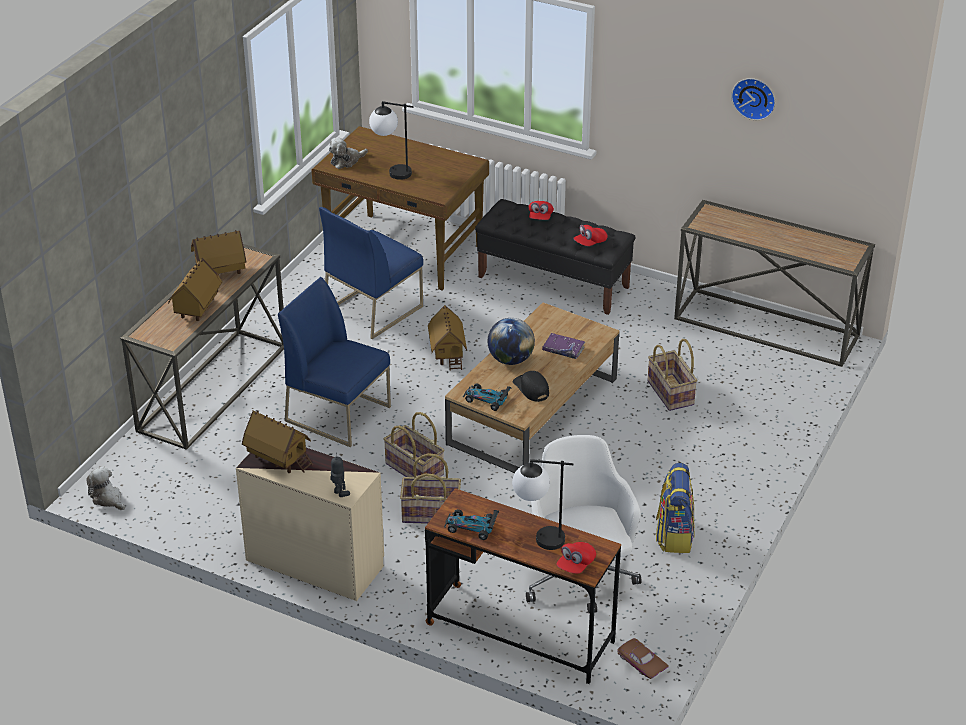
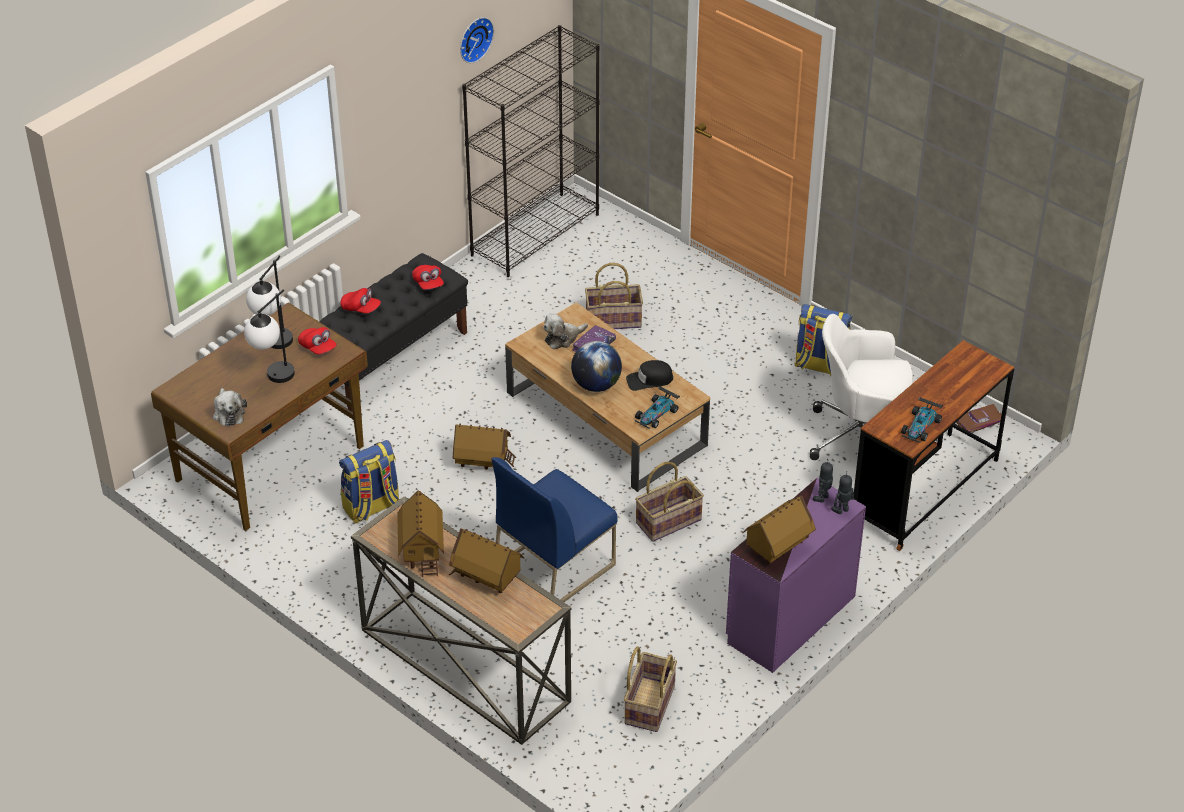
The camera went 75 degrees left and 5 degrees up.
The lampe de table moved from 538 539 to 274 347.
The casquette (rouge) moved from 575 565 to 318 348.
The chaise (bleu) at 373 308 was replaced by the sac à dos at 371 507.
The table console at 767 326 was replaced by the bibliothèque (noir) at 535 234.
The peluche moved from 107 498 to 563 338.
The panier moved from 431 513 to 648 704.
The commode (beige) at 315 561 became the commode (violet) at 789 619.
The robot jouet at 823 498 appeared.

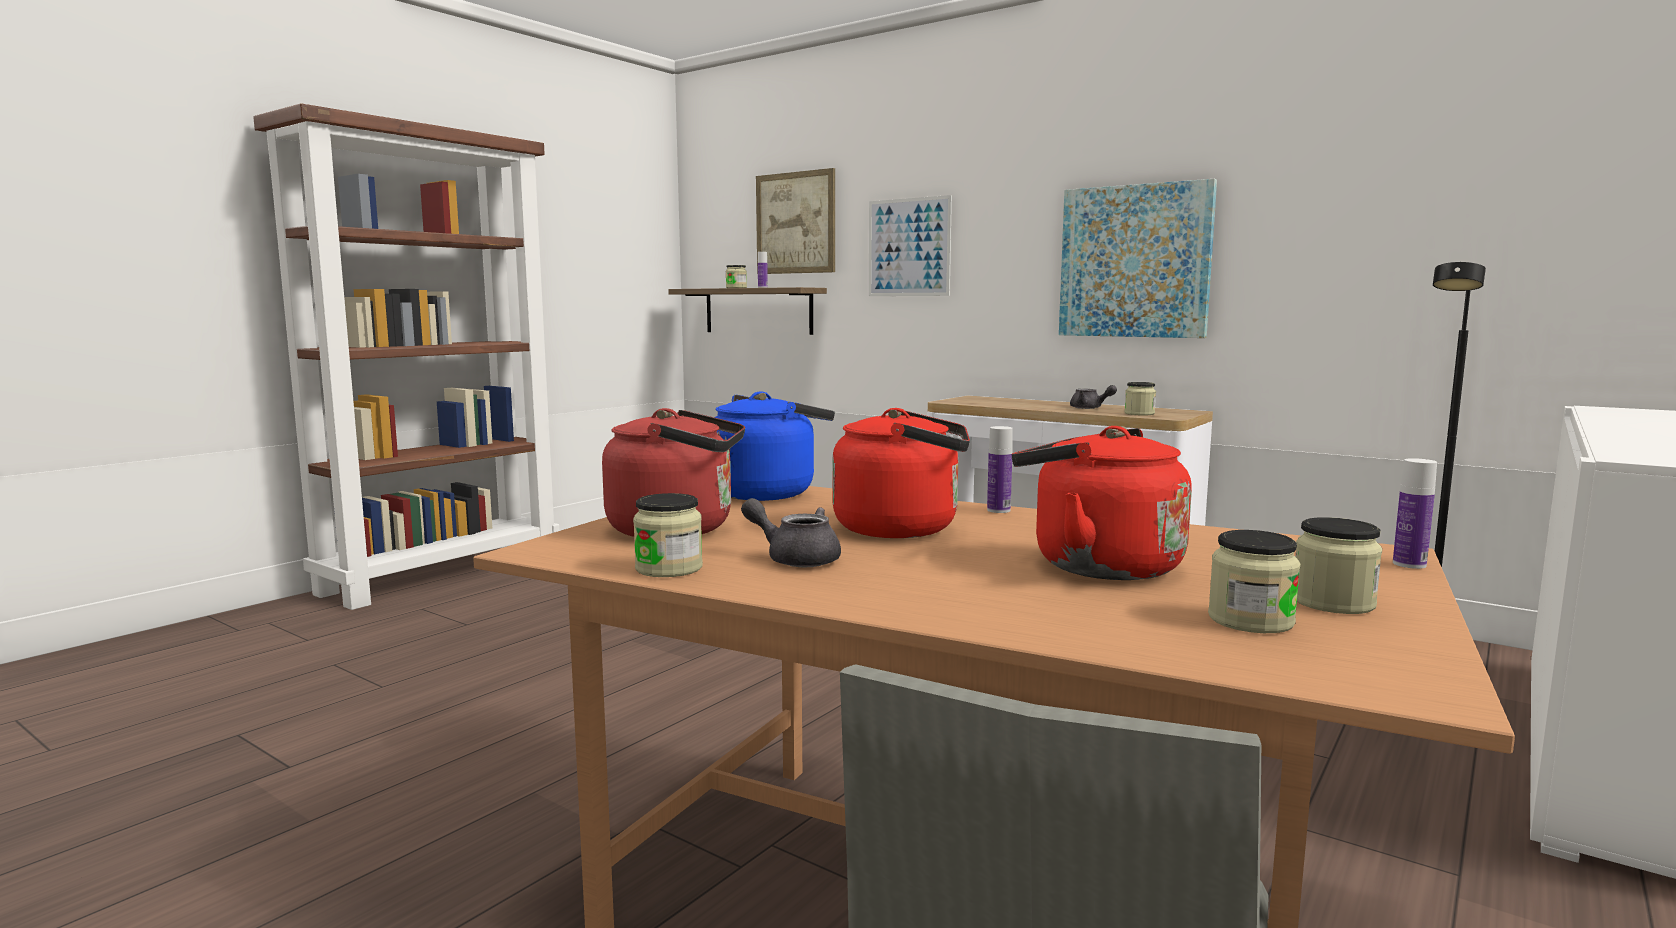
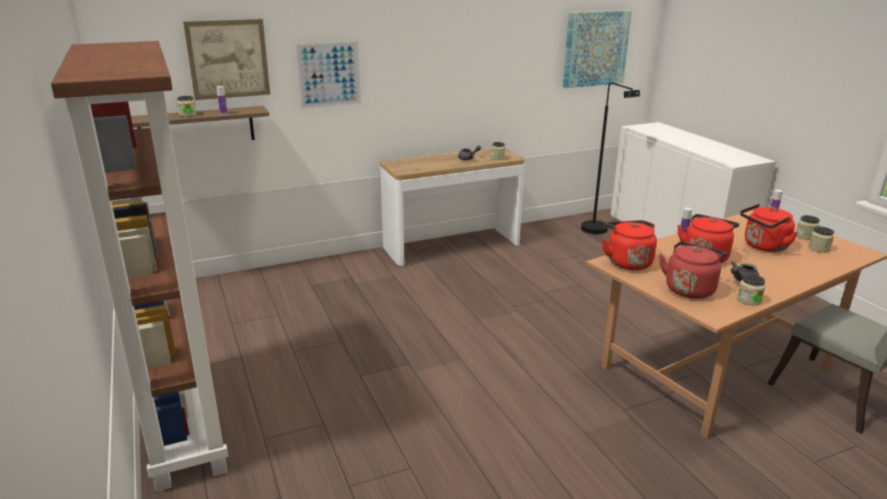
The camera went 60 degrees left and 15 degrees up.
The tableau moved from 1135 261 to 595 48.
The bouilloire (bleu) at 767 493 became the bouilloire (rouge) at 627 262.

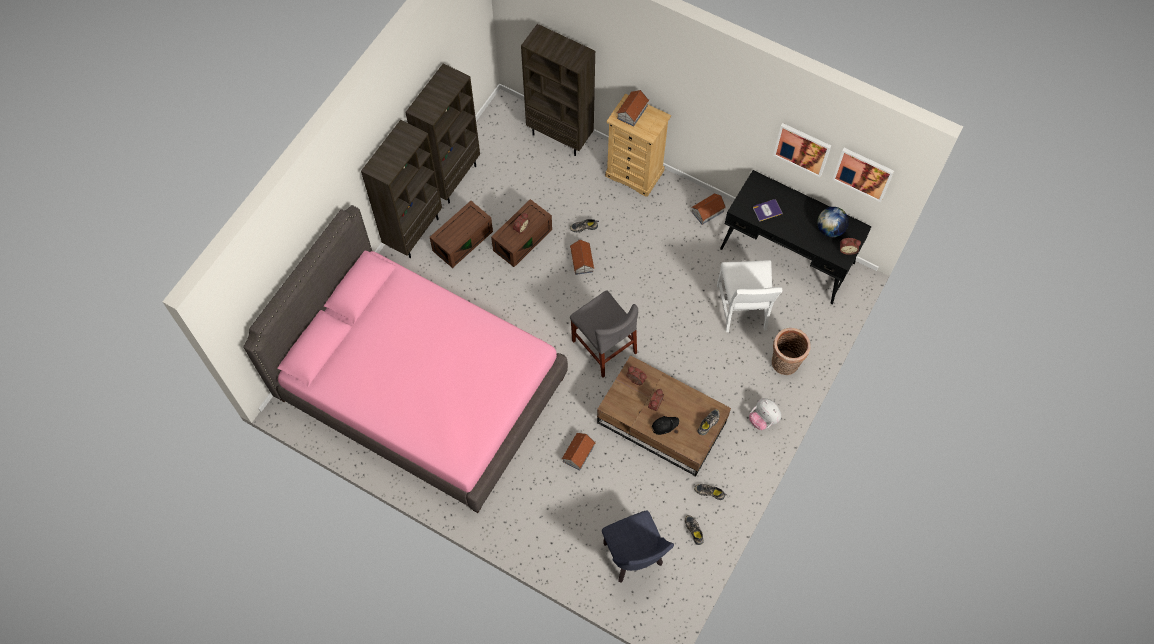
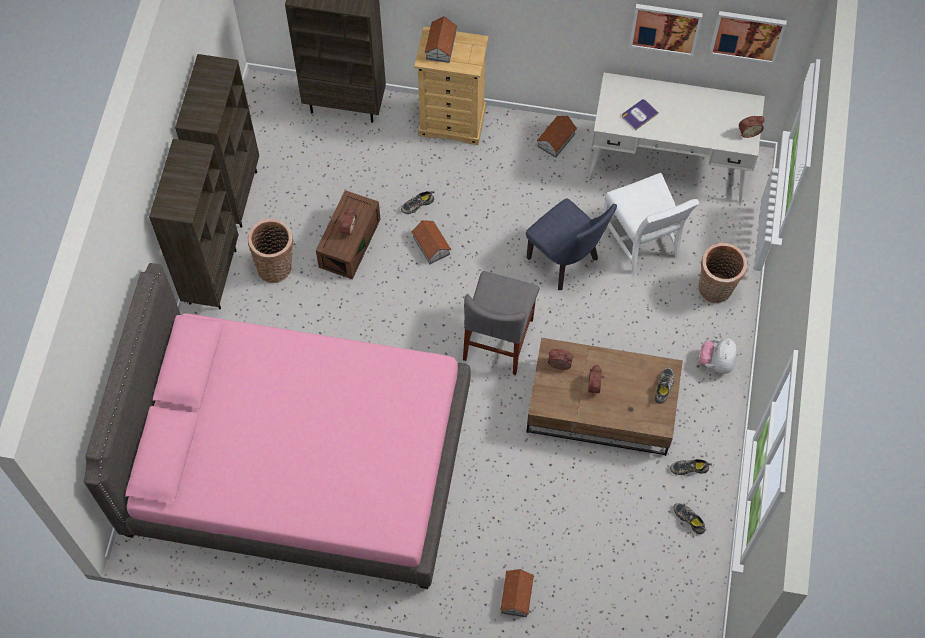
The camera went 20 degrees left and 0 degrees up.
The boîte de rangement (marron) at 462 240 was replaced by the panier at 276 266.
The chaise (gris) at 604 347 turned 75 degrees clockwise.
The maison miniature moved from 578 453 to 516 596.
The chaise (bleu) moved from 634 559 to 566 262.
The bureau (noir) at 787 256 became the bureau (blanc) at 668 163.
The peluche at 763 419 turned 75 degrees clockwise.
The casquette (noir) at 664 425 disappeared.
The globe at 830 229 disappeared.

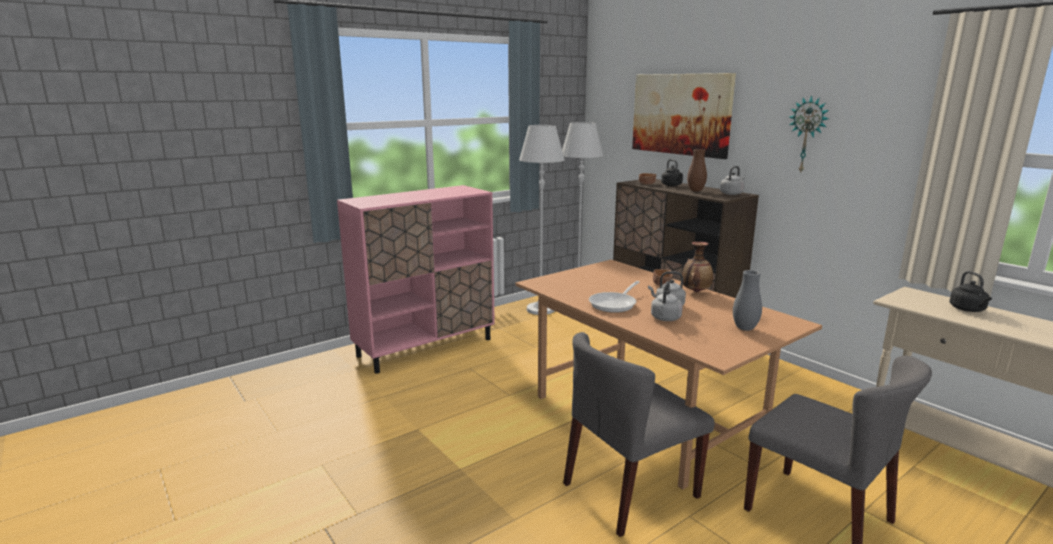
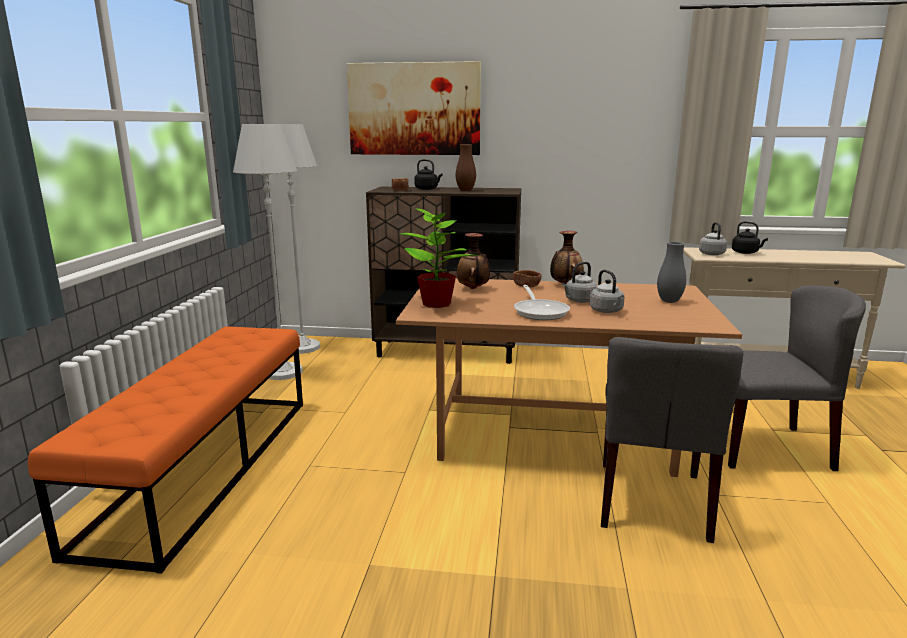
The camera went 45 degrees left and 0 degrees up.
The meuble de rangement (rose) at 426 347 was replaced by the banc (orange) at 205 466.
The plante en pot at 437 304 appeared.
The vase at 473 288 appeared.
The bouilloire (gris) moved from 732 193 to 711 253.
The horloge murale at 807 135 disappeared.

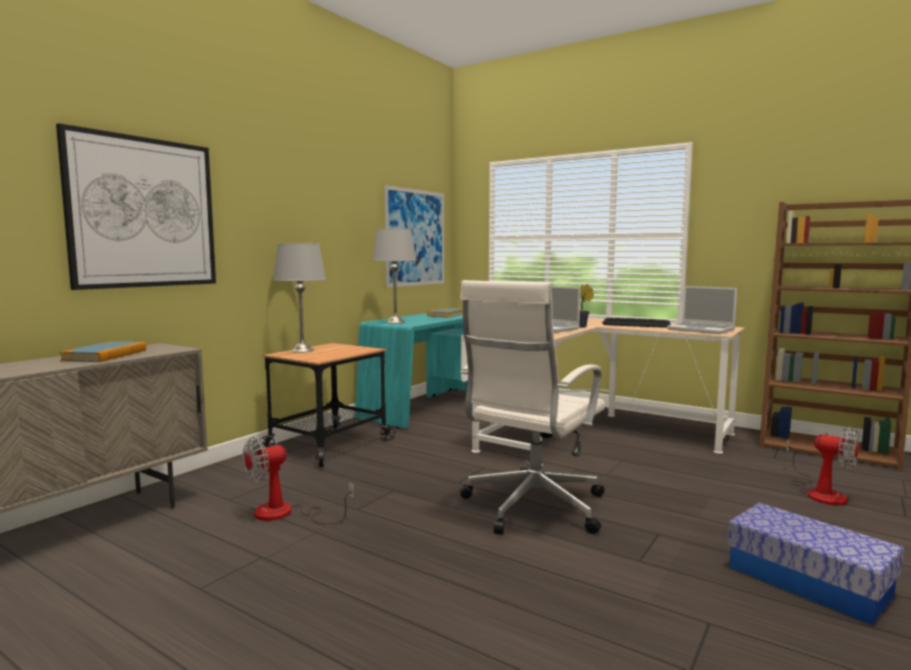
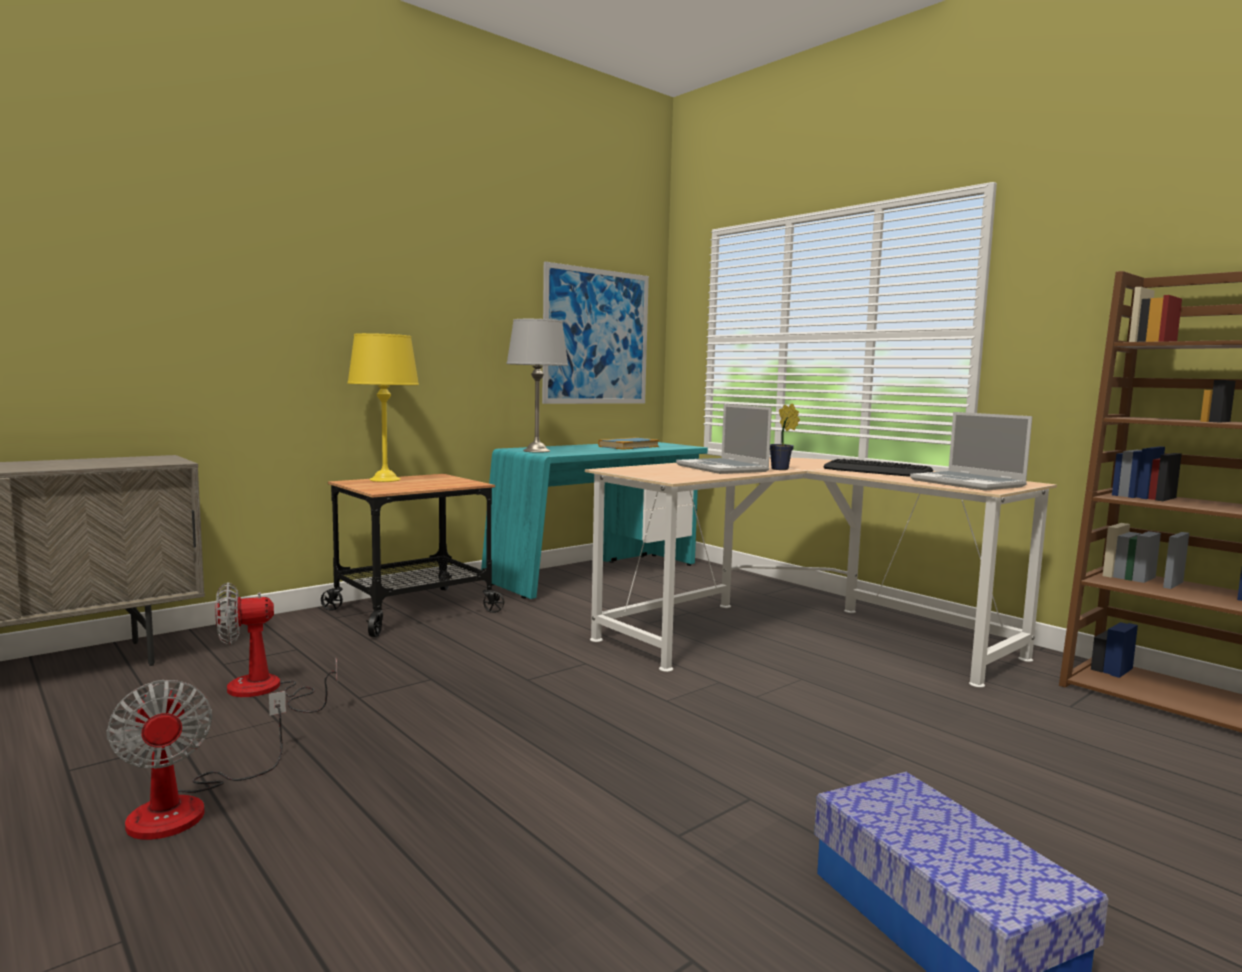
The camera went 15 degrees right and 0 degrees up.
The ventilateur moved from 820 493 to 189 805.
The lampe de table (gris) at 301 350 became the lampe de table (jaune) at 384 479.
The tableau at 143 213 disappeared.
The livre at 105 355 disappeared.
The chaise de bureau (blanc) at 531 507 disappeared.

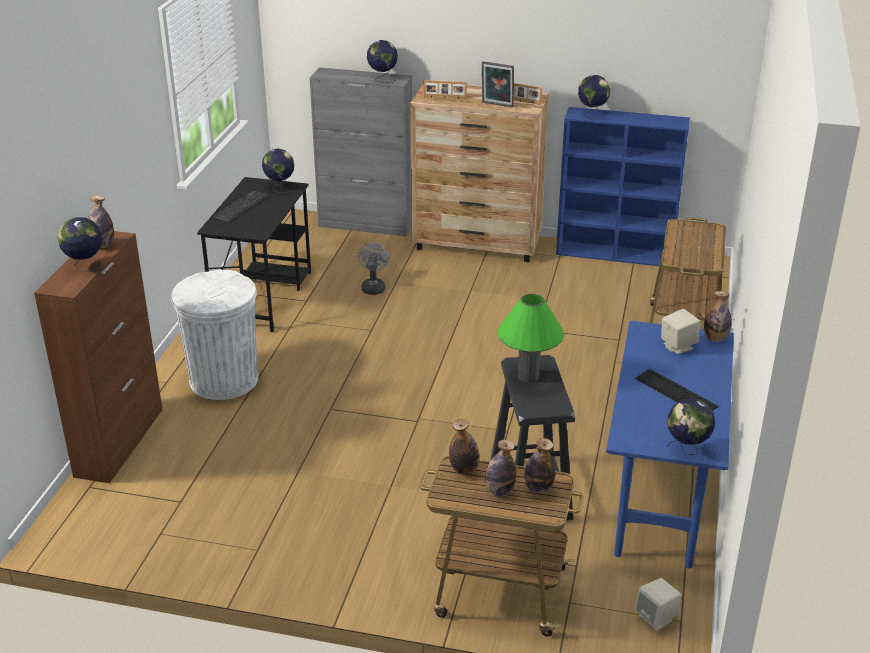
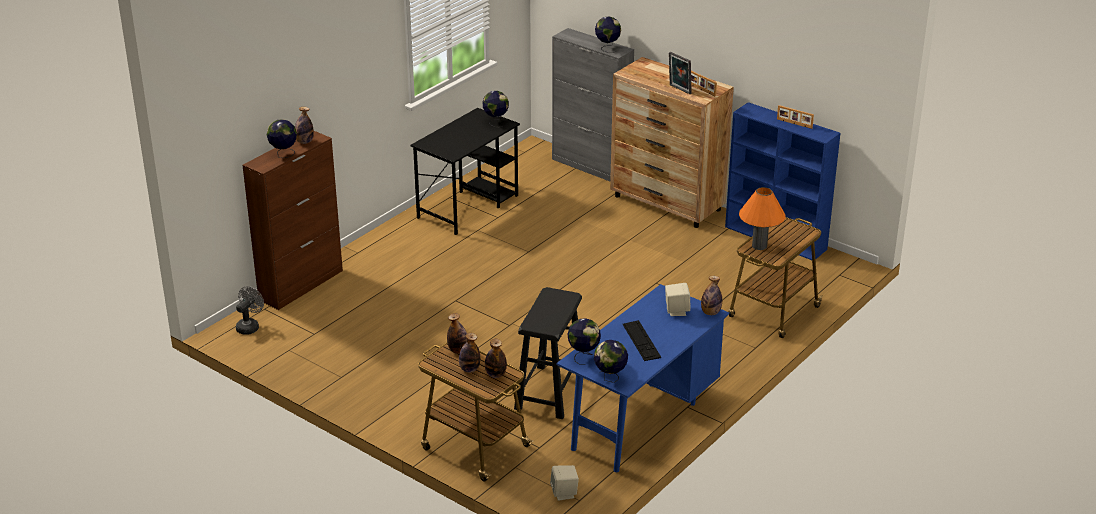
The camera went 25 degrees right and 0 degrees up.
The ventilateur (gris) moved from 373 287 to 249 326.
The globe moved from 592 114 to 583 356.
The lampe de table (orange) at 759 246 appeared.
The cadre photo moved from 445 98 to 794 124.
The poubelle (blanc) at 223 380 disappeared.
The clavier at 241 207 disappeared.
The lampe de table (vert) at 528 376 disappeared.

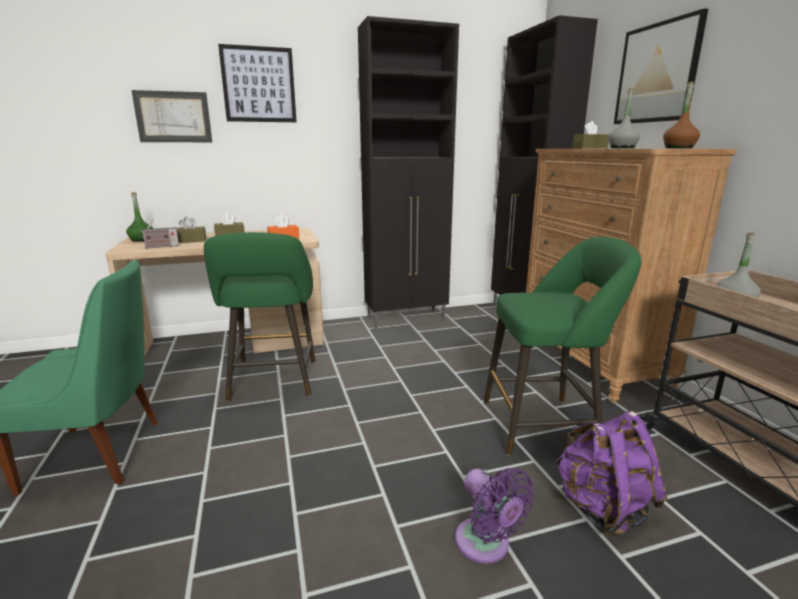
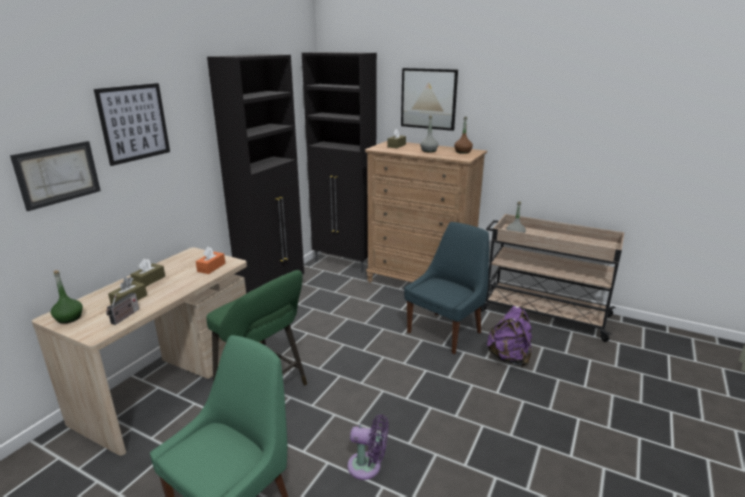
The camera went 45 degrees left and 5 degrees up.
The ventilateur (violet) moved from 486 545 to 368 466.
The tabouret (vert) at 545 425 was replaced by the chaise (bleu) at 446 331.

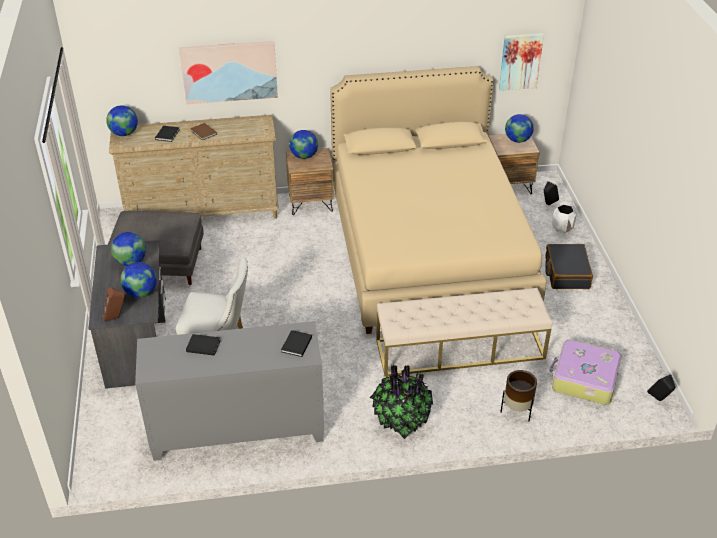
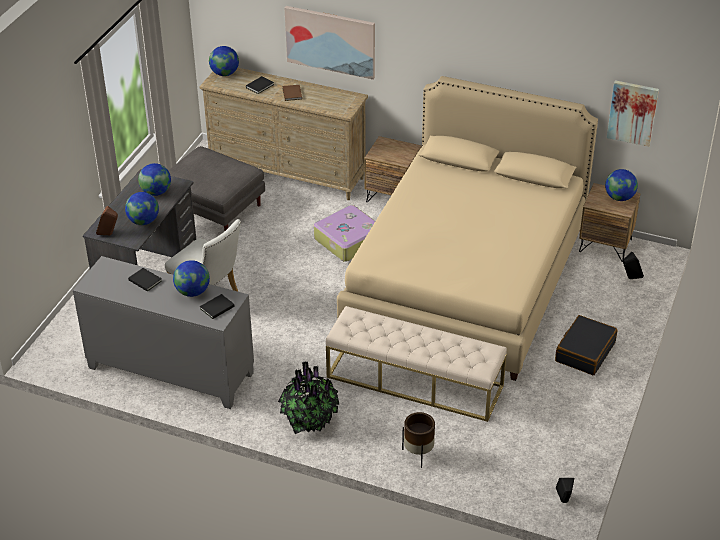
The camera went 30 degrees right and 0 degrees up.
The globe moved from 304 156 to 192 292.
The valise moved from 584 379 to 347 240.
The cache-pot (blanc) at 562 228 disappeared.

